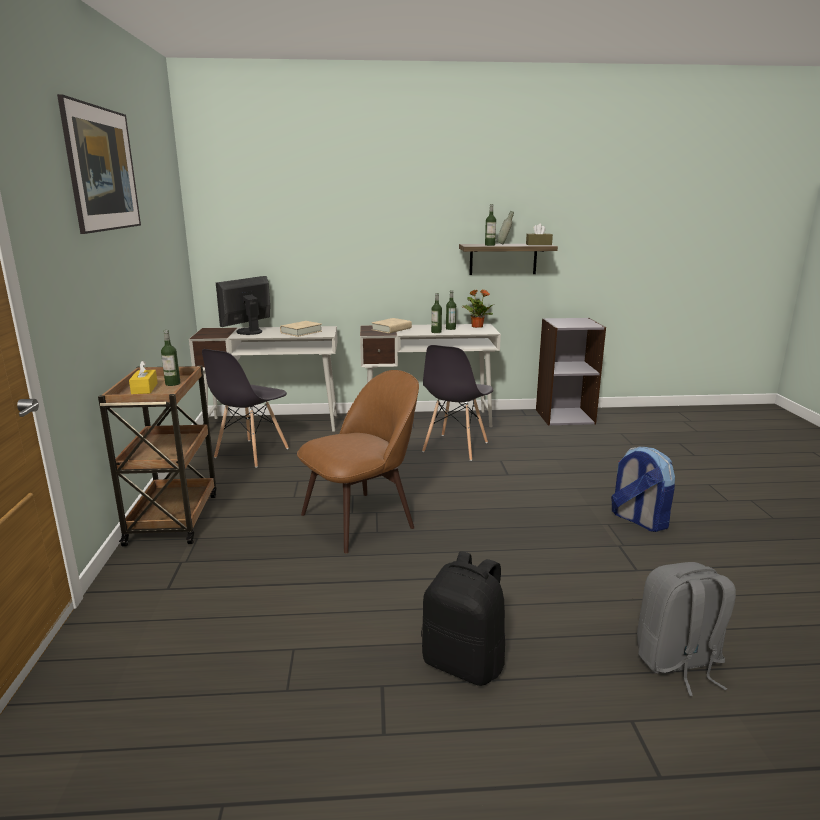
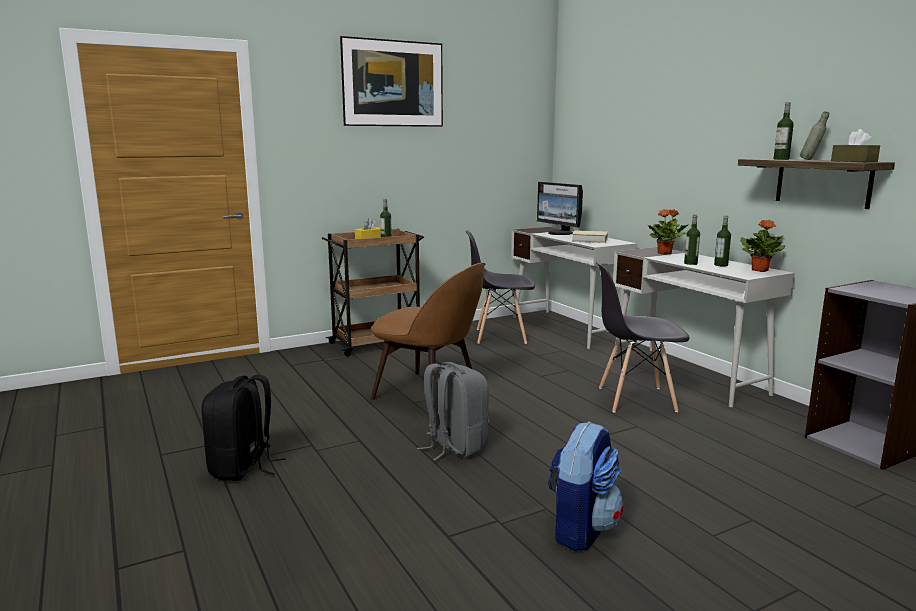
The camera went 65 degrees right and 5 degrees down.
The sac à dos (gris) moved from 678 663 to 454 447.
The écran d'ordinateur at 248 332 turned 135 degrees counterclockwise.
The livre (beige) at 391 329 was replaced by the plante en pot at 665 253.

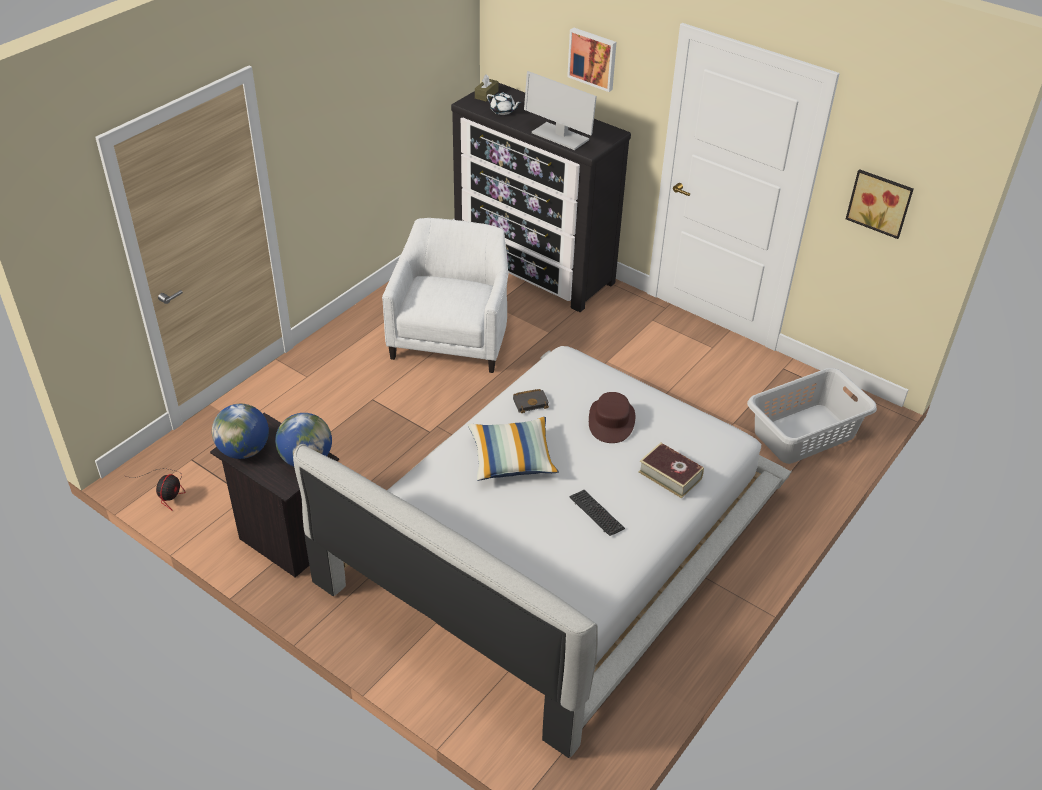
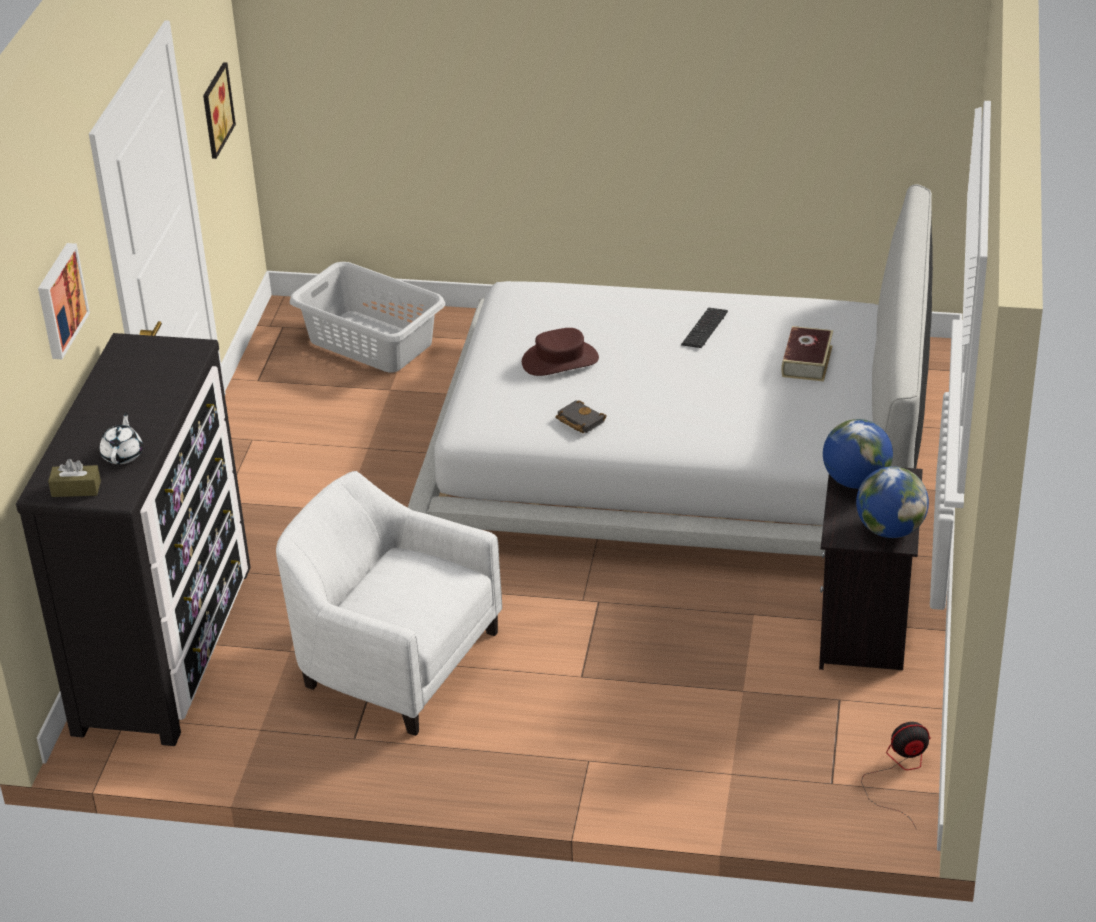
The camera went 115 degrees left and 5 degrees down.
The fauteuil (blanc) at 451 337 turned 45 degrees clockwise.
The livre moved from 670 475 to 807 361.
The coussin at 512 458 disappeared.
The écran d'ordinateur at 559 136 disappeared.

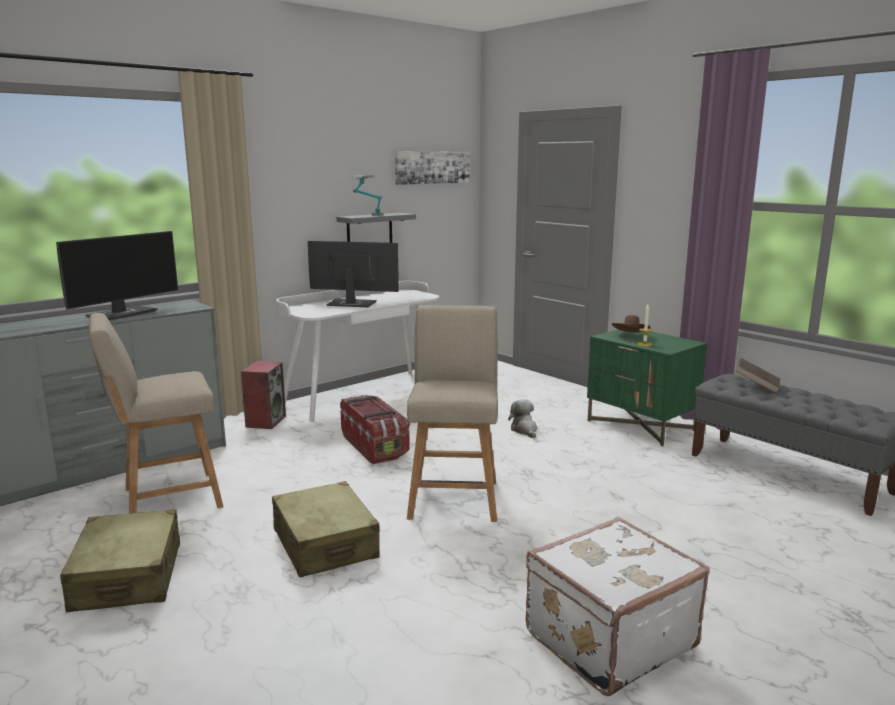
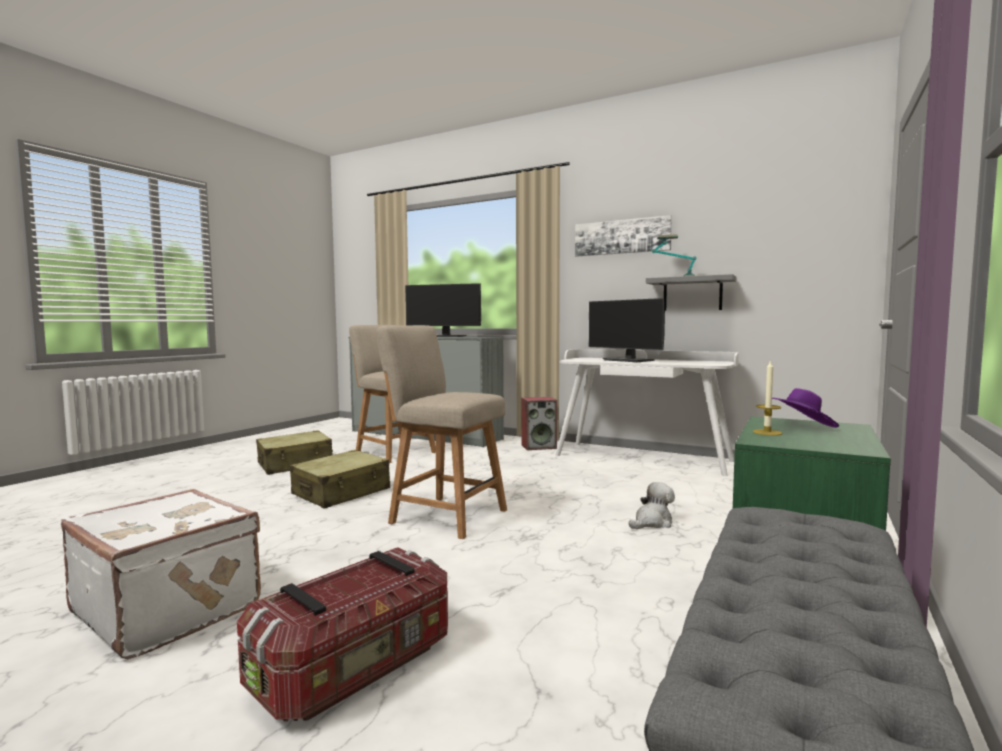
The camera went 70 degrees right and 10 degrees down.
The boîte de rangement moved from 374 446 to 356 667.
The chaise (beige) at 454 497 turned 135 degrees counterclockwise.
The tableau moved from 432 167 to 622 237.
The écran d'ordinateur at 350 304 turned 150 degrees clockwise.
The chapeau (marron) at 630 336 became the chapeau (violet) at 802 427.
The livre (marron) at 756 386 disappeared.

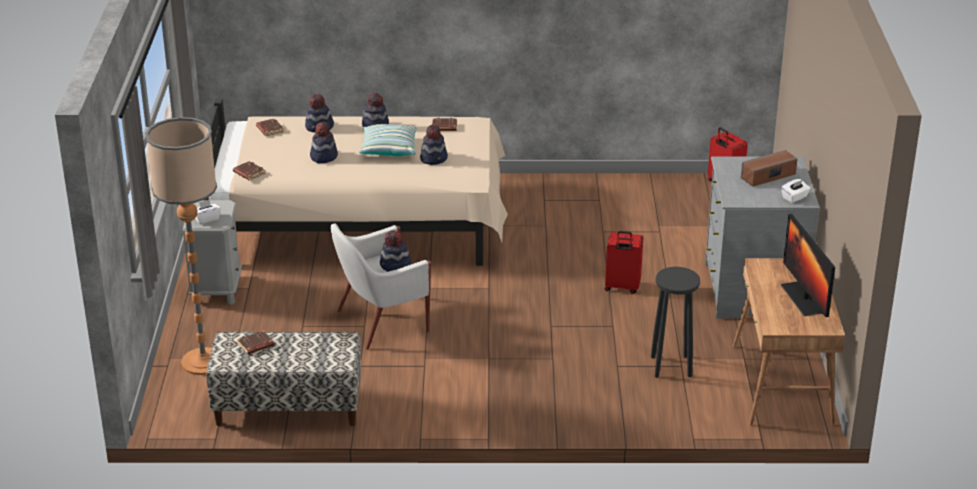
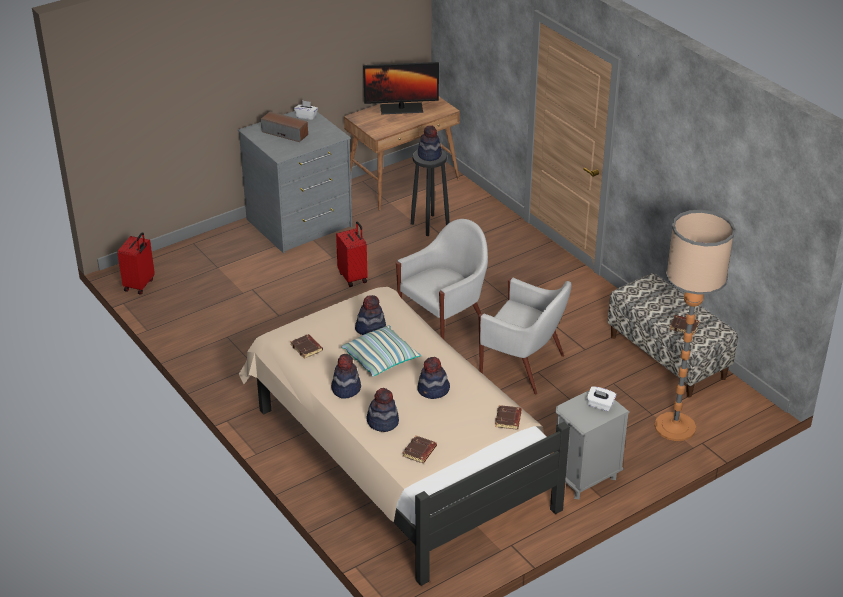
The camera went 125 degrees left and 5 degrees up.
The écran d'ordinateur at 804 298 turned 45 degrees clockwise.
The fauteuil (blanc) at 444 322 appeared.
The chapeau moved from 395 266 to 429 155.

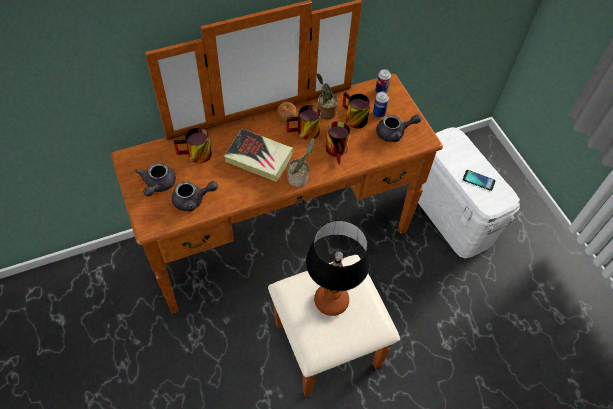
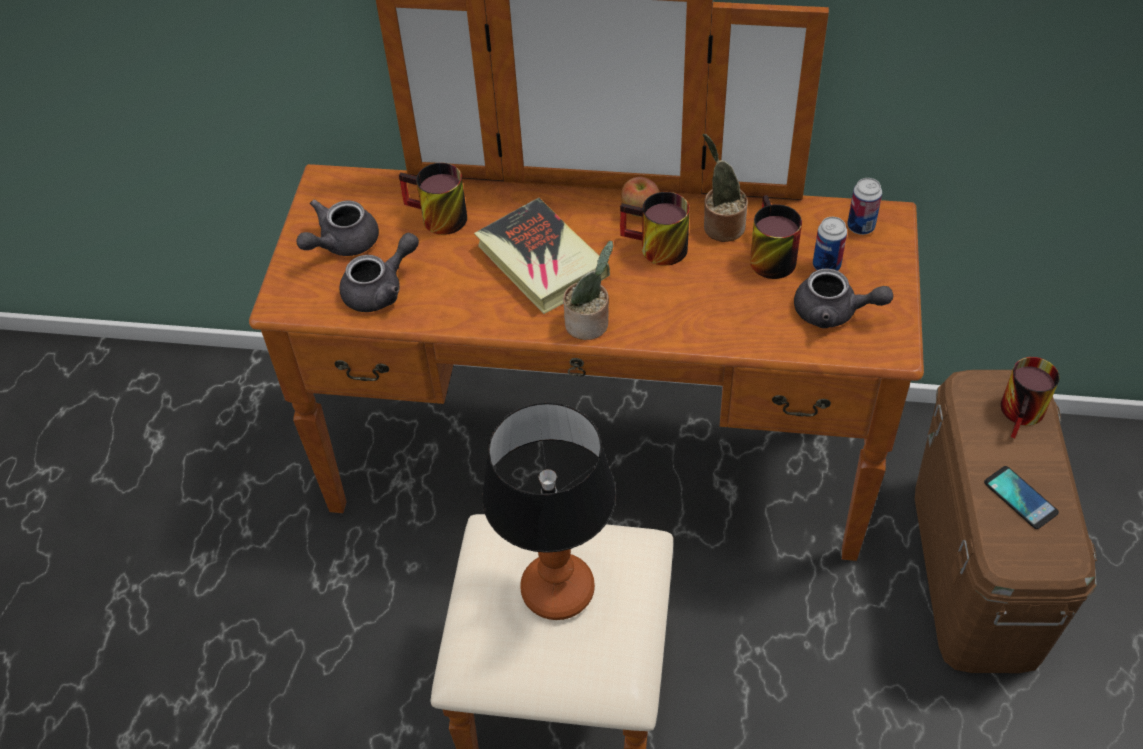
The camera went 35 degrees right and 5 degrees down.
The théière (gris) at 193 200 turned 60 degrees counterclockwise.
The boîte de rangement (blanc) at 450 215 became the boîte de rangement (marron) at 975 569.
The mug moved from 339 151 to 1025 415.

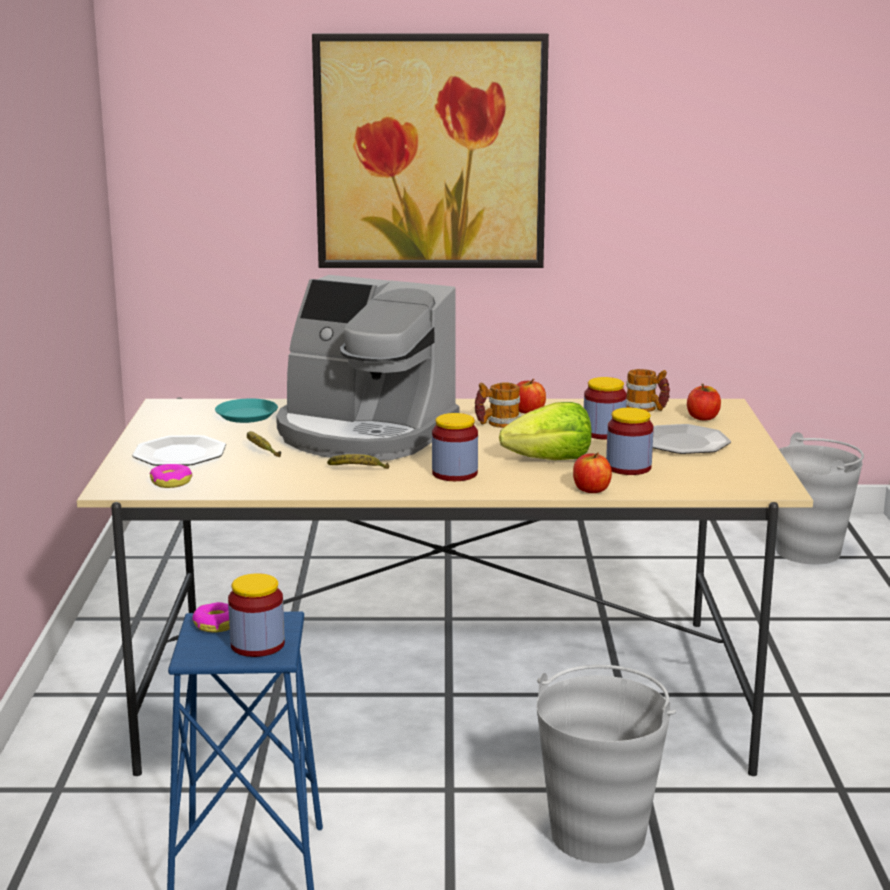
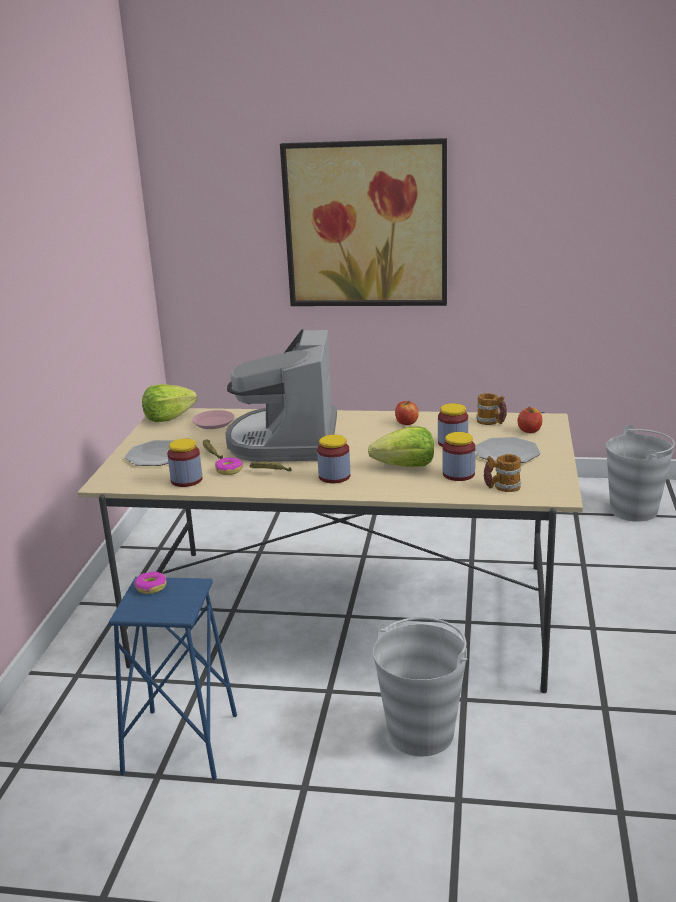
The camera went 10 degrees right and 5 degrees up.
The laitue at 168 418 appeared.
The bocal moved from 257 645 to 186 480.
The assiette (turquoise) at 246 415 became the assiette (rose) at 213 423.
The beignet moved from 171 482 to 229 470.
The machine à café at 363 434 turned 60 degrees clockwise.
The mug moved from 497 424 to 502 487.
The pomme at 591 490 disappeared.

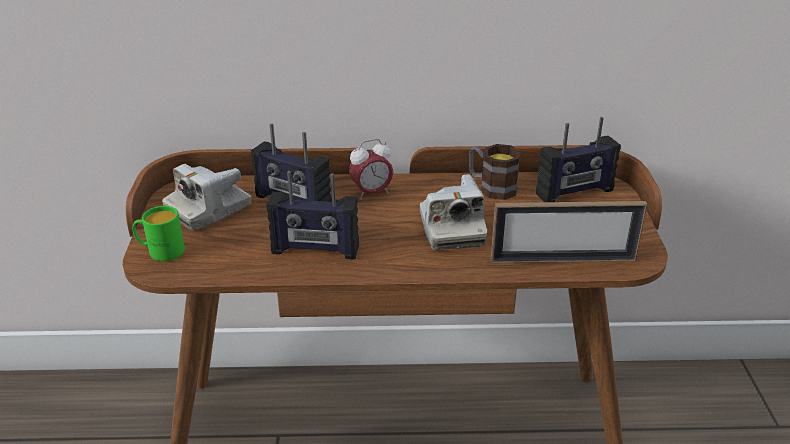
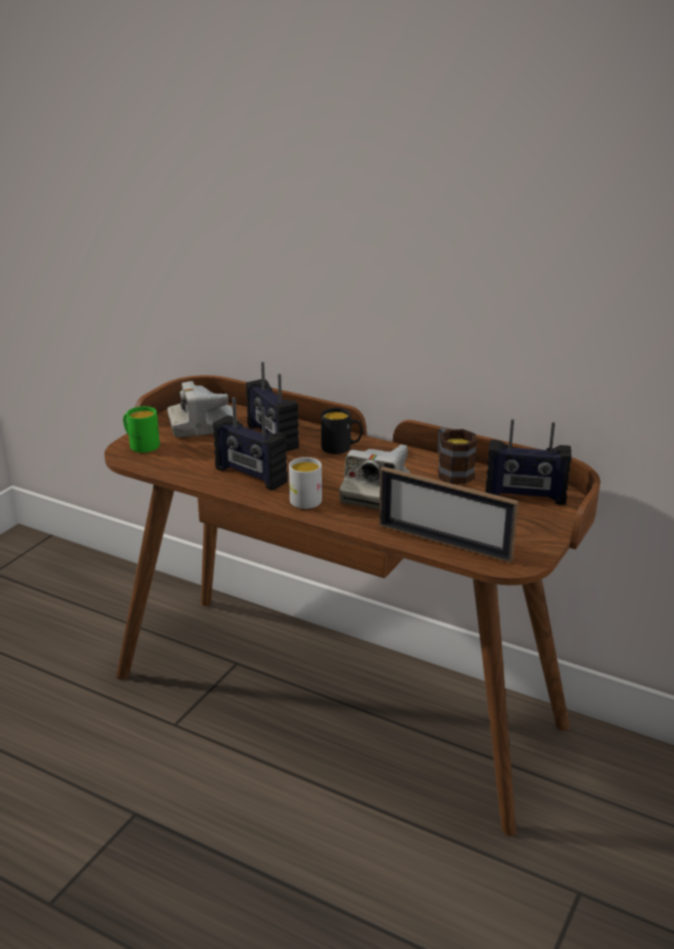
The camera went 30 degrees right and 5 degrees down.
The mug (blanc) at 303 498 appeared.
The réveil at 371 193 was replaced by the mug (noir) at 341 448.

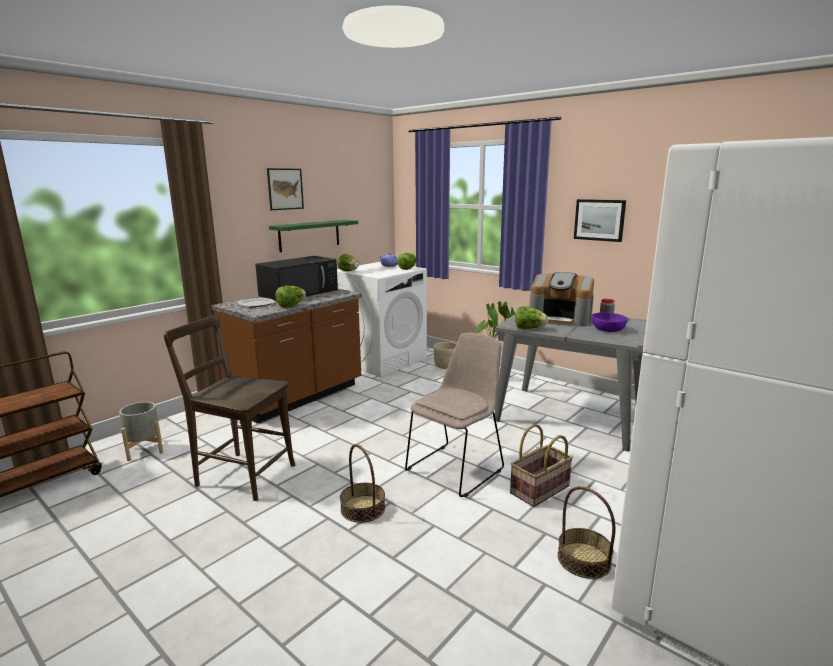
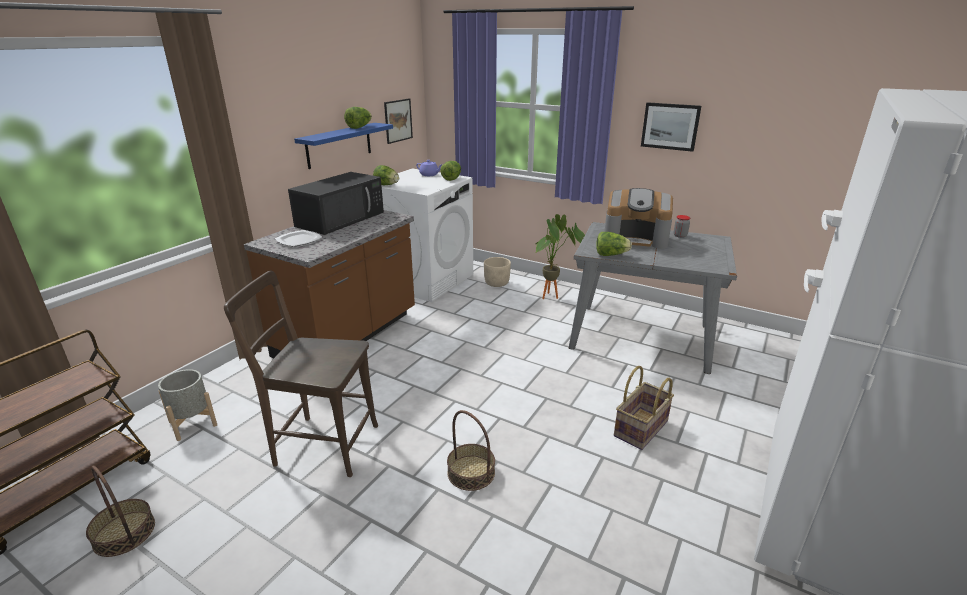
The camera went 10 degrees left and 10 degrees up.
The panier moved from 584 559 to 124 533.
The étagère (vert) at 309 235 became the étagère (bleu) at 339 145.
The laitue moved from 291 305 to 359 127.
The tableau moved from 285 189 to 398 120.
The chaise (beige) at 456 468 disappeared.
The bol (violet) at 608 329 disappeared.

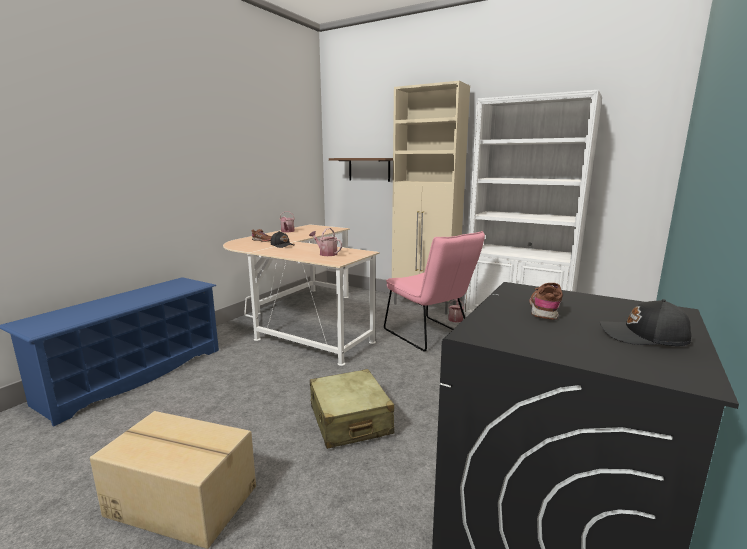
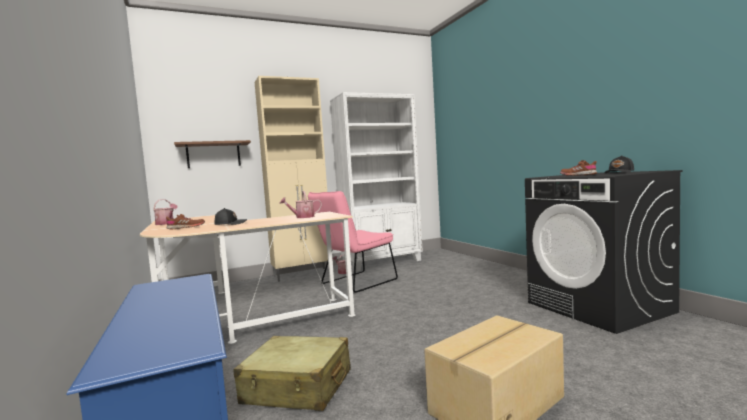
The camera went 55 degrees left and 10 degrees down.
The valise (beige) moved from 349 420 to 297 387.
The chaise (rose) at 430 335 turned 135 degrees clockwise.

